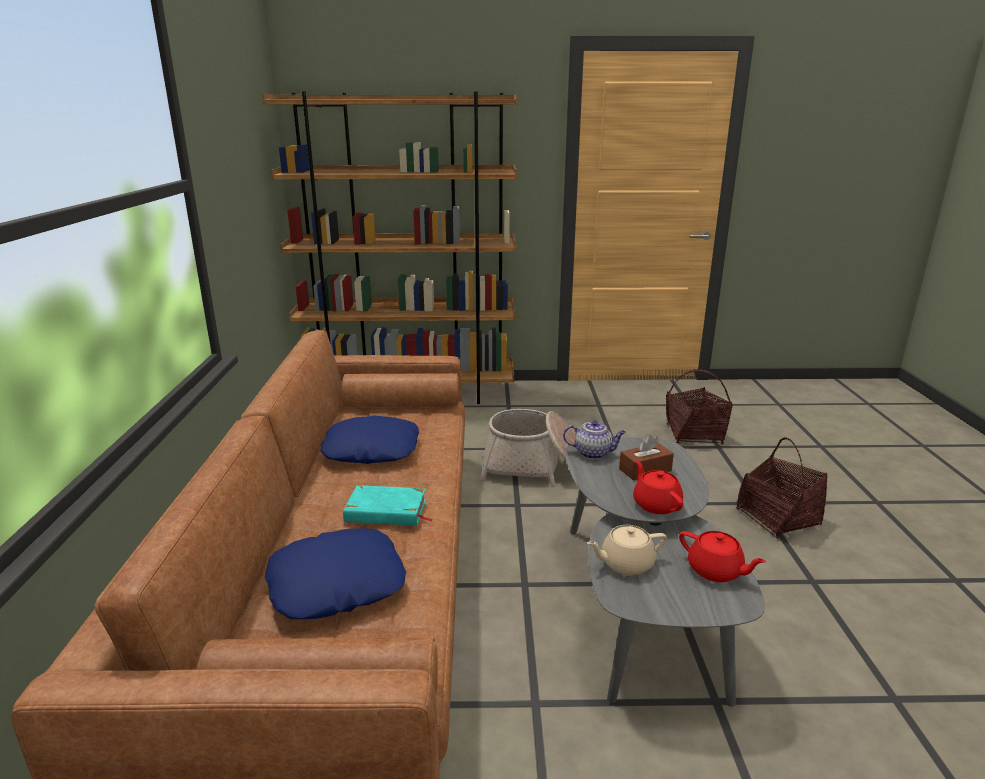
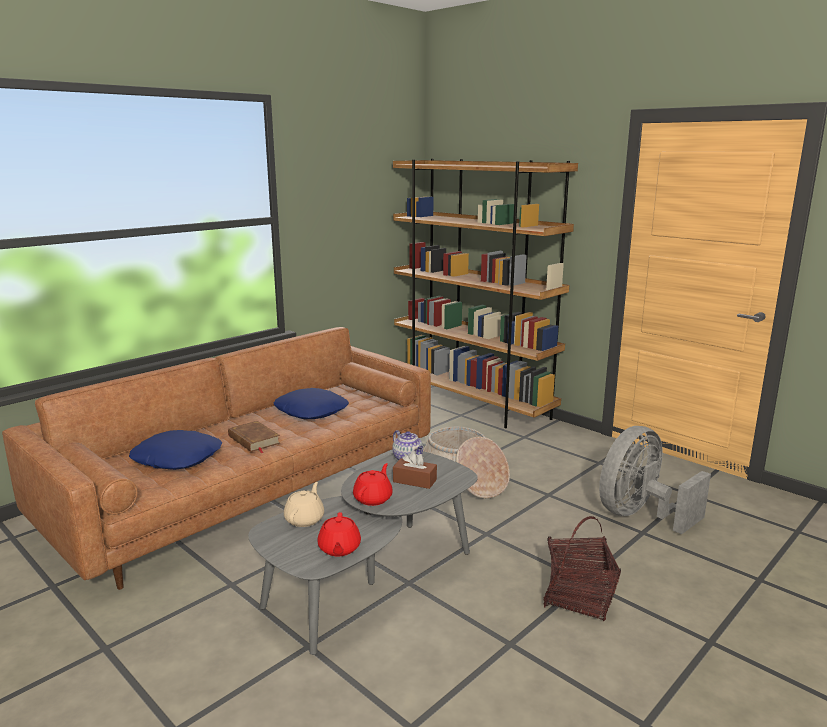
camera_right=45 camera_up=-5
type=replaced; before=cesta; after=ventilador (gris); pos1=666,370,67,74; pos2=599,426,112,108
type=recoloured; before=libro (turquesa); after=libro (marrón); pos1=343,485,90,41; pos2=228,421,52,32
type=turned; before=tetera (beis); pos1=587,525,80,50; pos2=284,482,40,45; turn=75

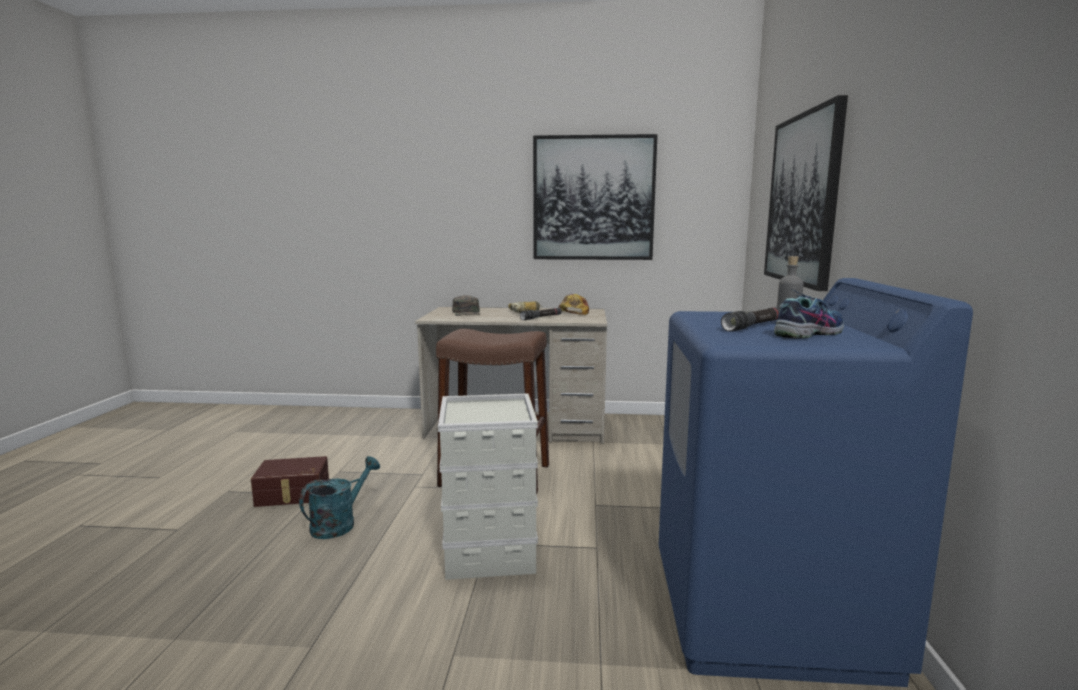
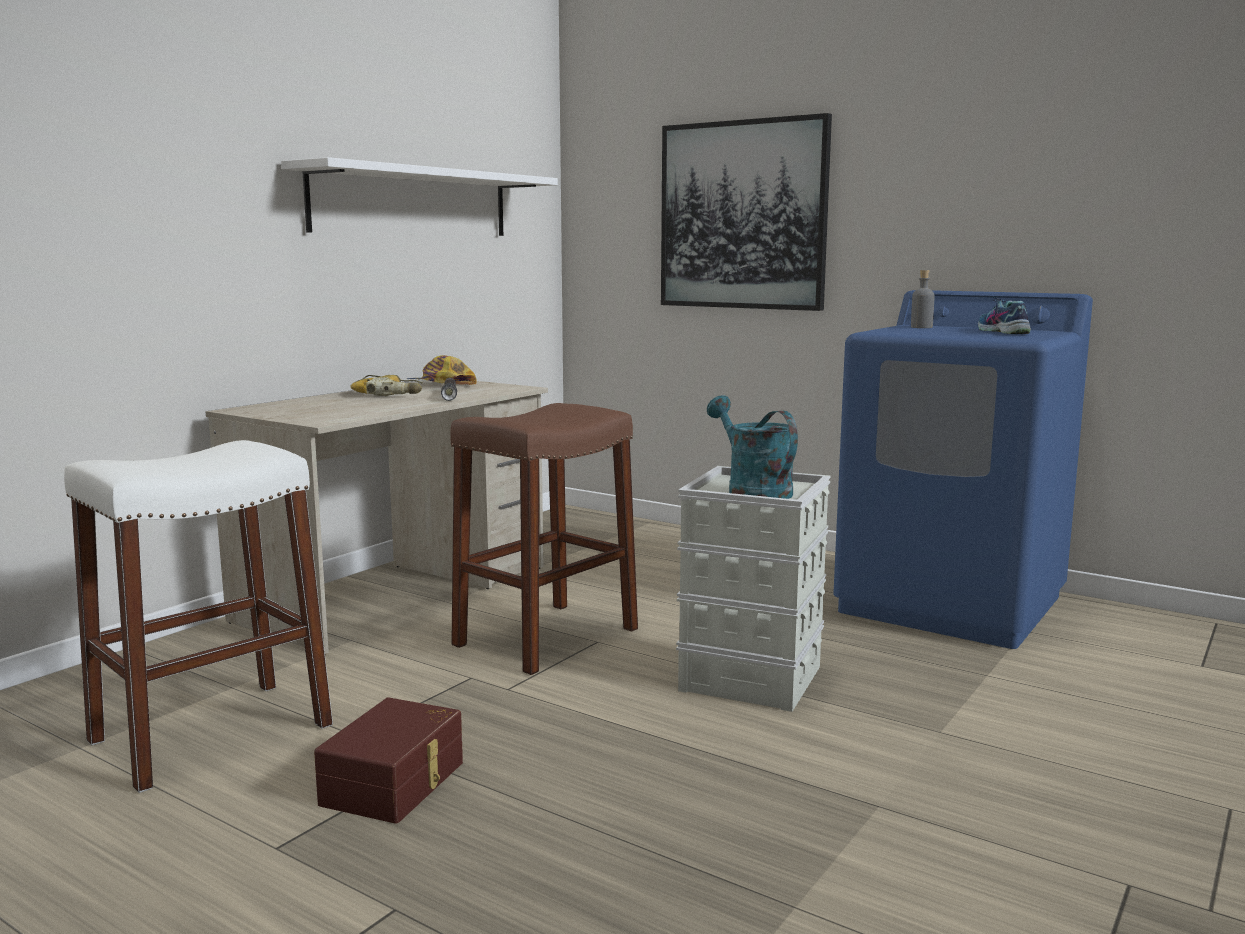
camera_right=-60 camera_up=0
type=replaced; before=cuadro; after=estante (blanco); pos1=533,134,125,126; pos2=281,157,277,79
type=removed; before=gorra (verde); pos1=452,295,28,21
type=removed; before=linterna (negro); pos1=721,307,59,25
type=moved; before=regadera (turquesa); pos1=299,456,81,83; pos2=707,395,91,104
type=added; after=taburete (blanco); pos2=64,440,269,353

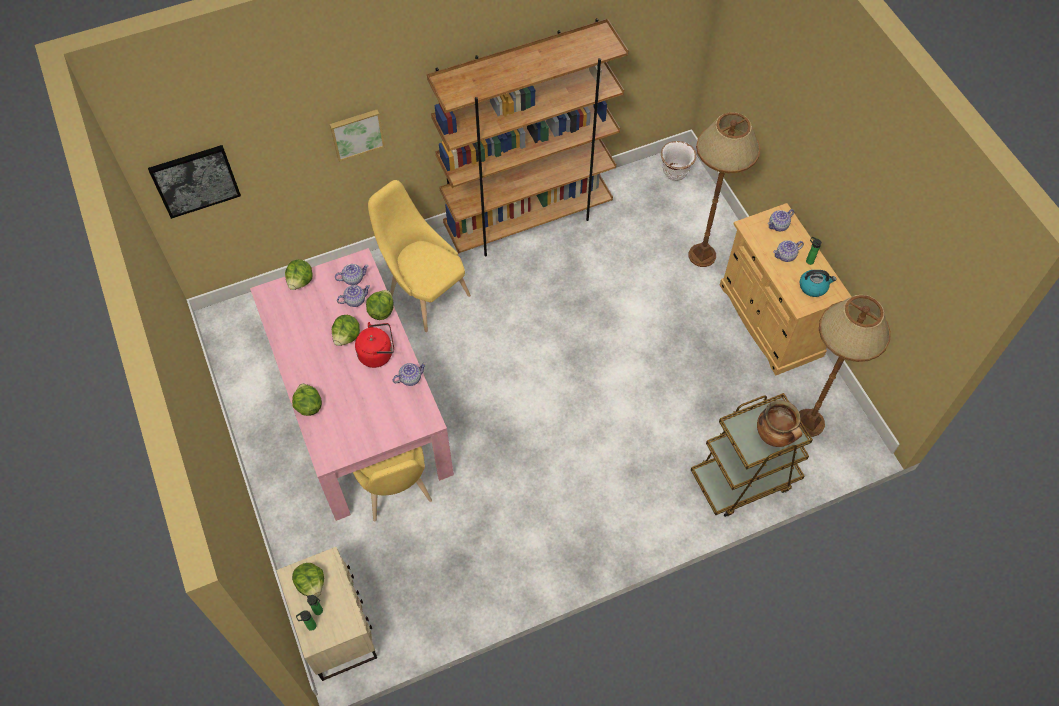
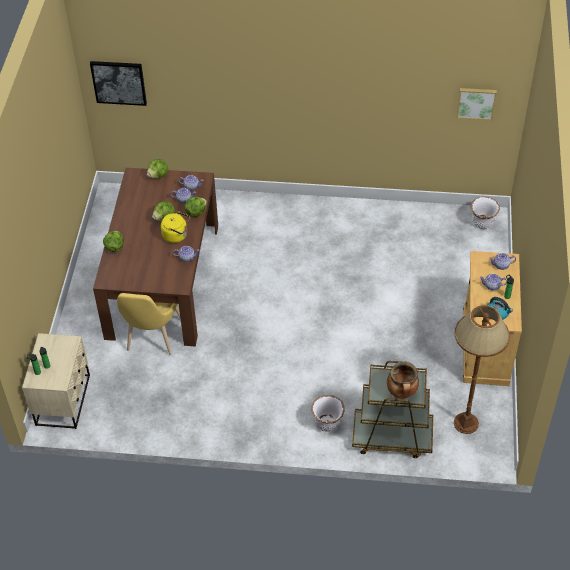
camera_right=30 camera_up=-10
type=removed; before=estantería (marrón); pos1=427,18,201,239
type=moved; before=cuadro; pos1=330,110,55,51; pos2=457,88,40,32
type=removed; before=lámpara de pie (marrón); pos1=688,112,72,155
type=removed; before=silla (amarillo); pos1=368,180,103,152
type=recoloured; before=mesa de comedor (rosa); after=mesa de comedor (marrón); pos1=250,248,204,273; pos2=93,168,125,179
type=recoloured; before=hervidor (rojo); after=hervidor (amarillo); pos1=355,322,39,46; pos2=161,212,29,31
type=removed; before=lechuga; pos1=292,563,32,35
type=added; after=maceta (blanco); pos2=311,395,34,37

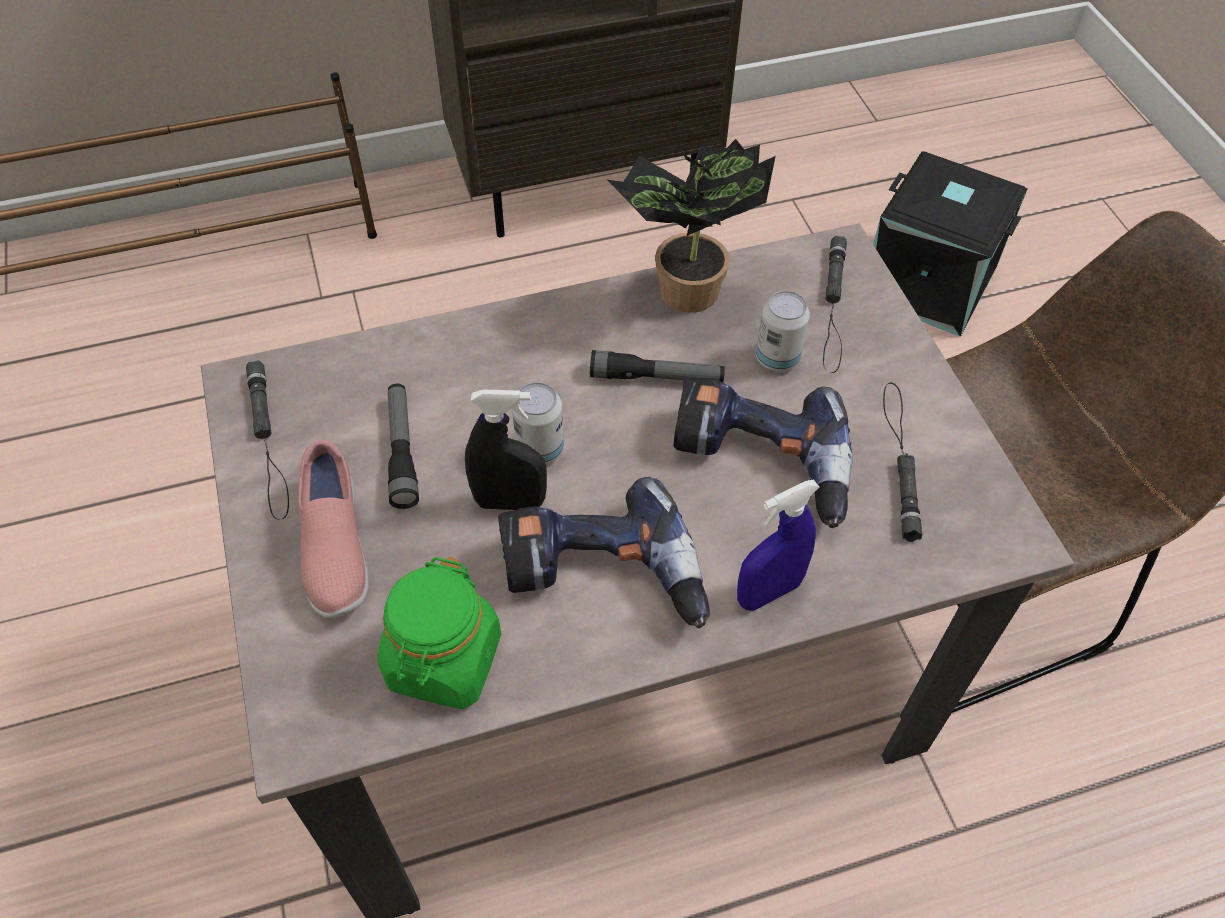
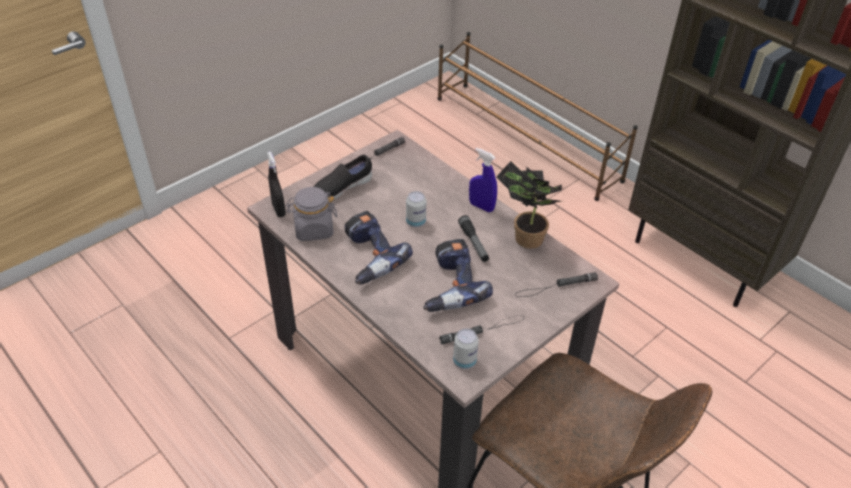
camera_right=65 camera_up=-10
type=removed; before=caja de almacenaje (negro); pos1=873,152,155,185
type=moved; before=lata; pos1=756,291,54,81; pos2=453,328,26,41
type=removed; before=linterna; pos1=388,384,31,125
type=moved; before=pulverizador (negro); pos1=465,389,82,121; pos2=267,152,19,65
type=recoloured; before=zapato (rosa); after=zapato (negro); pos1=298,440,71,178; pos2=314,155,58,44
type=moved; before=pulverizador (azul); pos1=737,479,83,132; pos2=469,148,28,64
type=recoloured; before=tarro (verde); after=tarro (gris); pos1=378,557,123,152; pos2=286,187,51,54

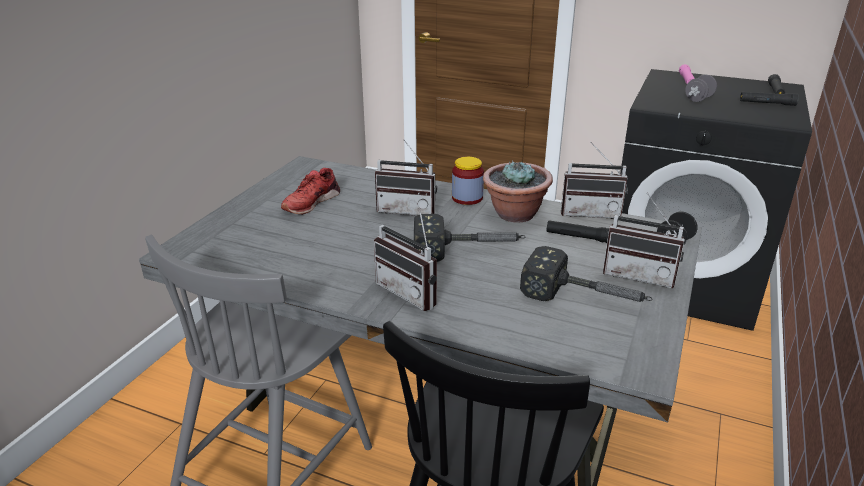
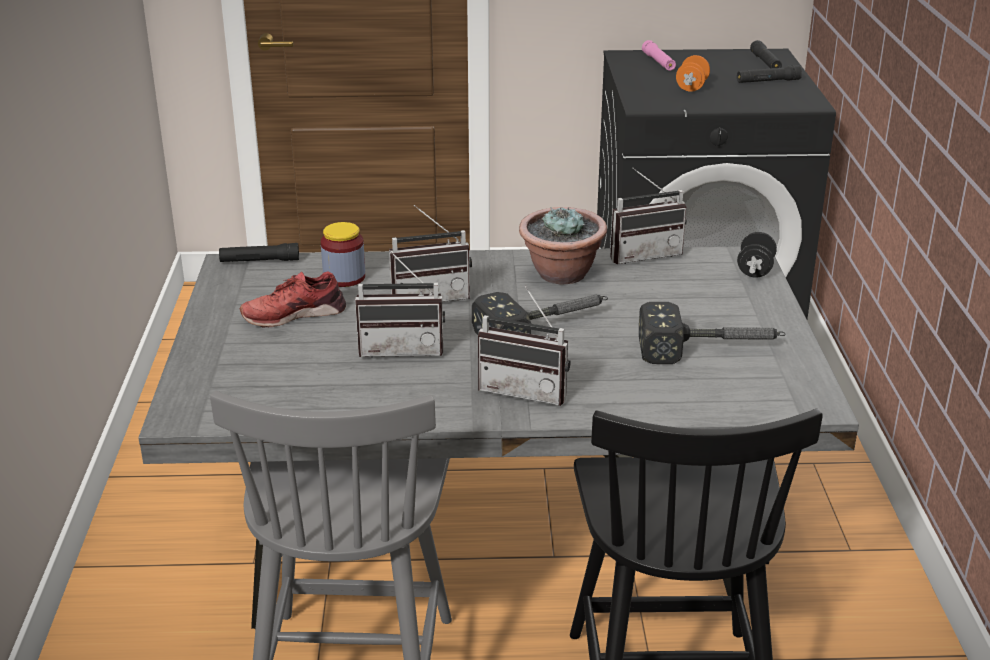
camera_right=-25 camera_up=0
type=recoloured; before=mancuerna (gris); after=mancuerna (naranja); pos1=685,75,32,27; pos2=676,55,34,37
type=moved; before=tarro; pos1=452,157,32,48; pos2=321,222,44,65
type=turned; before=zapato (rojo); pos1=281,168,59,47; pos2=240,272,106,56; turn=60
type=moved; before=radio; pos1=603,193,82,95; pos2=355,250,90,107
type=moved; before=linterna (negro); pos1=546,220,63,23; pos2=219,243,80,19

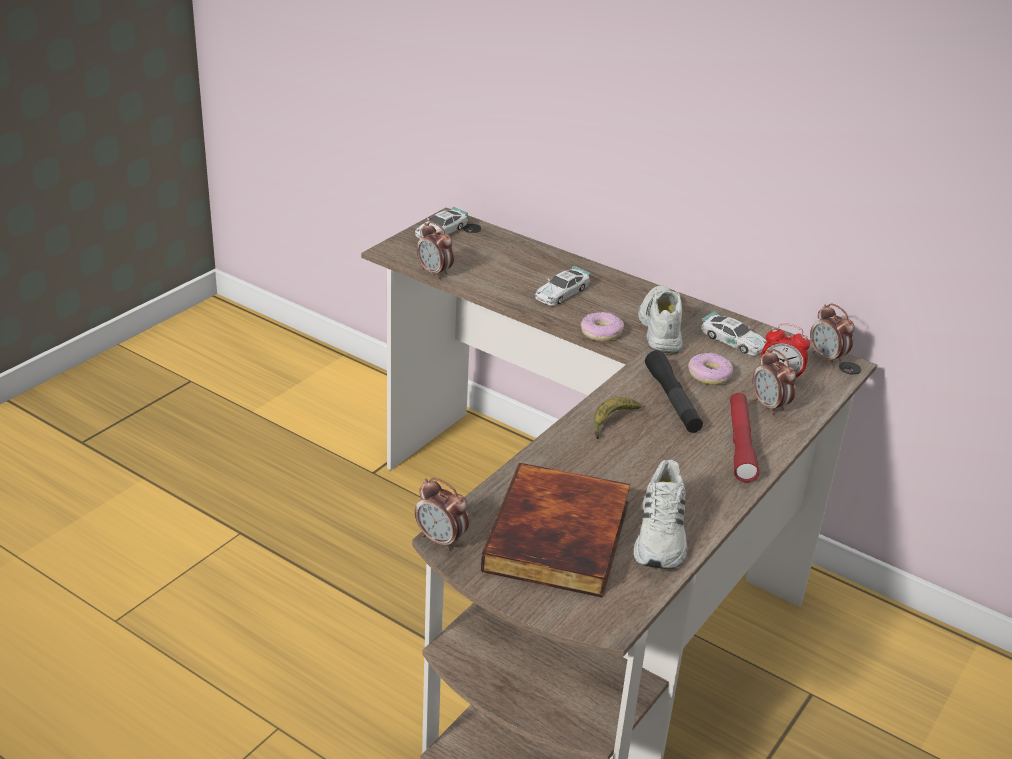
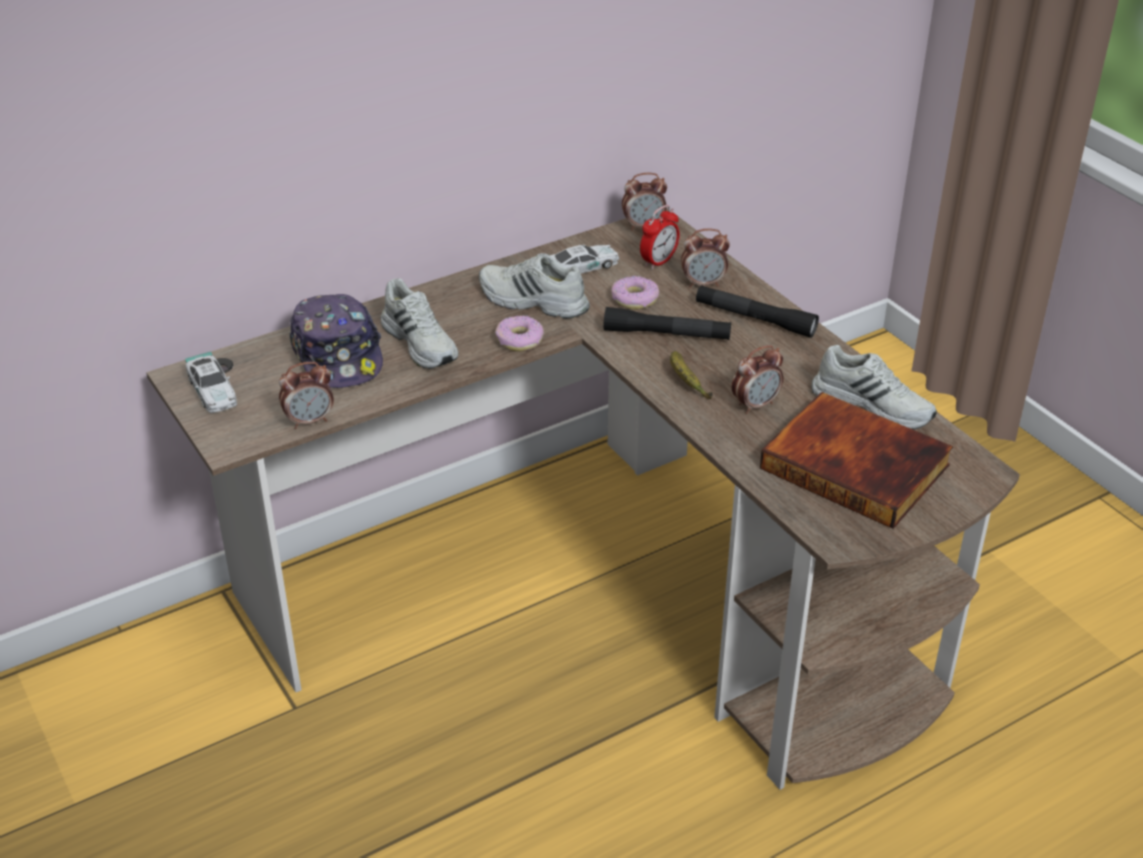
camera_right=-65 camera_up=5
type=replaced; before=coche de juguete; after=zapato (blanco); pos1=535,266,56,40; pos2=381,278,77,91
type=recoloured; before=linterna (rojo); after=linterna (negro); pos1=730,393,29,89; pos2=696,285,123,53
type=moved; before=despertador; pos1=415,478,54,73; pos2=732,345,51,69
type=added; after=gorra; pos2=289,294,94,94

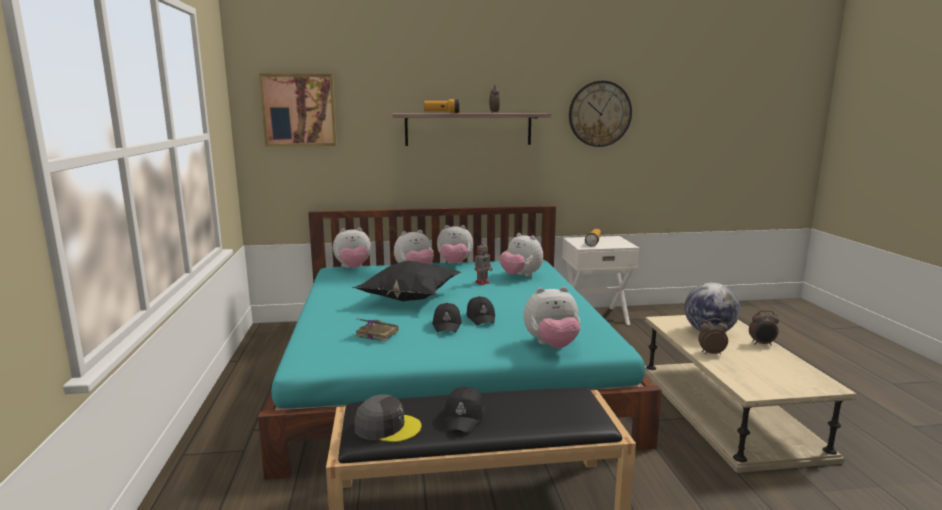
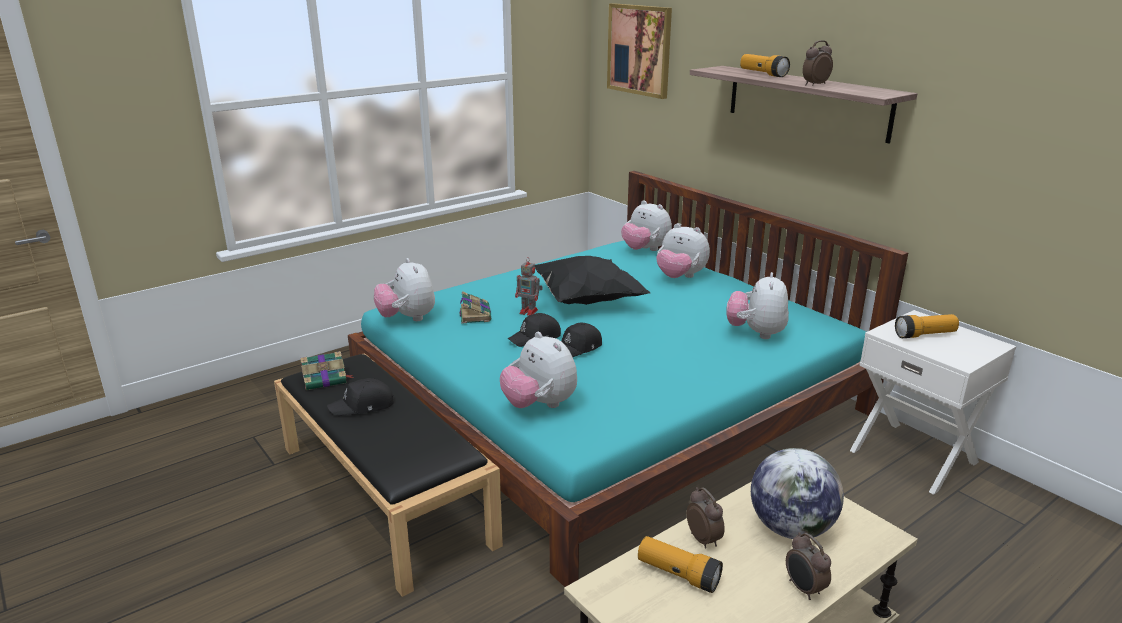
camera_right=60 camera_up=10
type=removed; before=reloj de pared; pos1=569,81,63,66
type=moved; before=peluche; pos1=437,225,36,39; pos2=374,258,61,63
type=moved; before=robot de juguete; pos1=475,241,17,44; pos2=515,257,28,59
type=replaced; before=gorra (gris); after=libro; pos1=355,394,67,48; pos2=300,351,54,39
type=added; after=linterna; pos2=638,536,85,57

